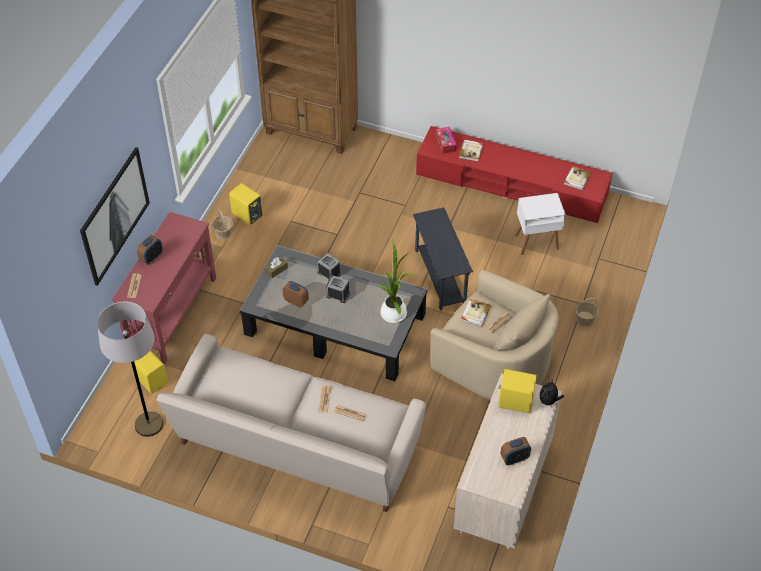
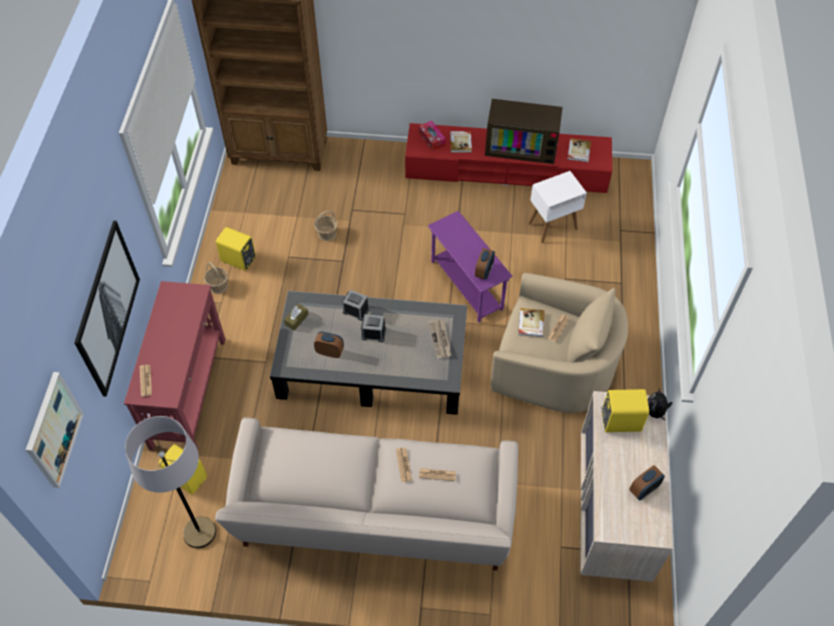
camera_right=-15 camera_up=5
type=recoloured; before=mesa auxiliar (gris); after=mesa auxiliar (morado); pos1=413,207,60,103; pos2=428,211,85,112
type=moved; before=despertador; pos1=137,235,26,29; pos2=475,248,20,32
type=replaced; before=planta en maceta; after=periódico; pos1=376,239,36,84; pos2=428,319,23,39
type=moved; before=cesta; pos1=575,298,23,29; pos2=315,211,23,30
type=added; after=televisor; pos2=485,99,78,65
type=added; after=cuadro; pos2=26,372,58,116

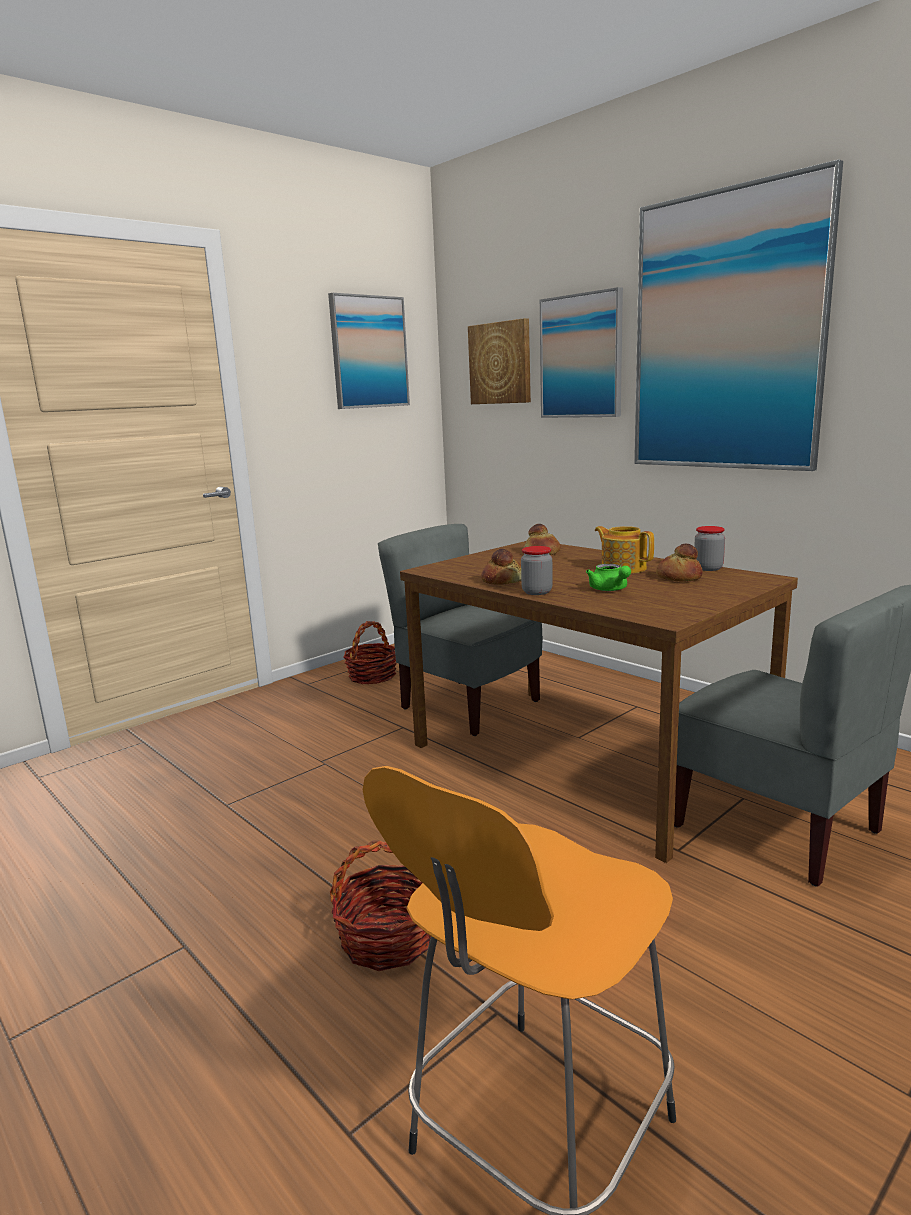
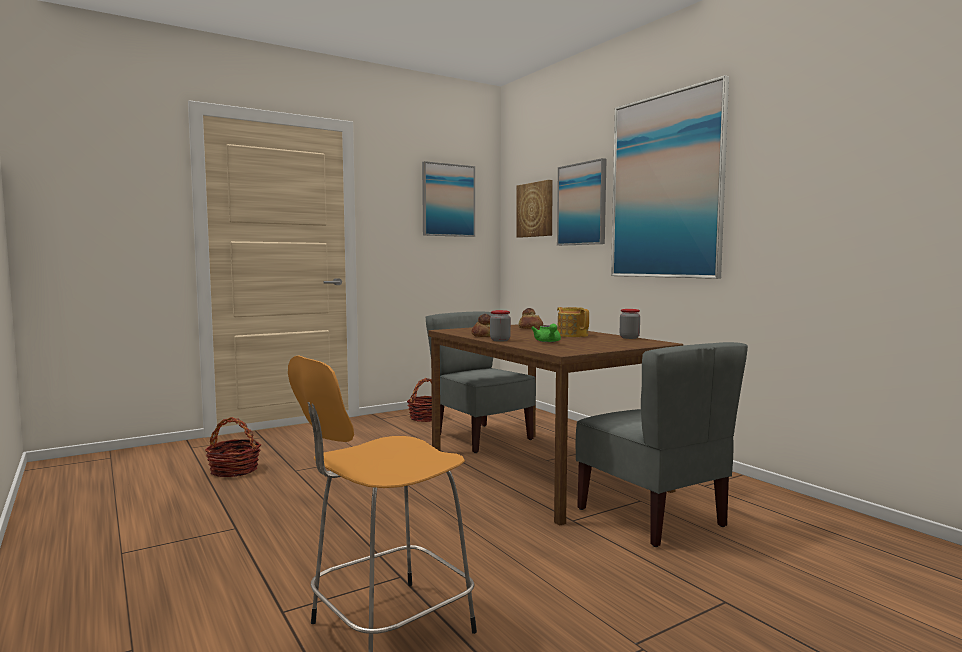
camera_right=10 camera_up=-10
type=removed; before=pan; pos1=656,544,47,38
type=moved; before=cesta; pos1=330,840,101,131; pos2=205,417,56,60

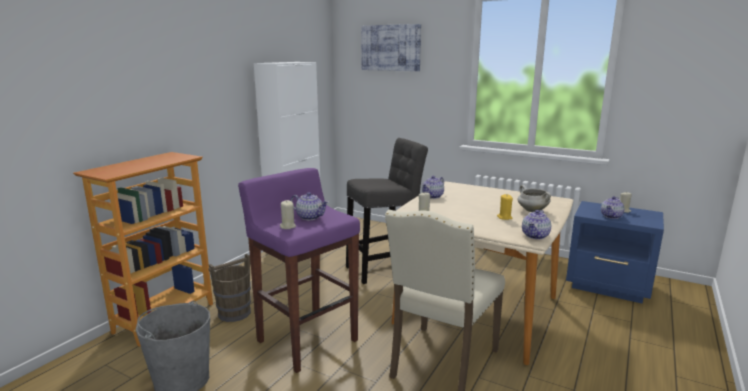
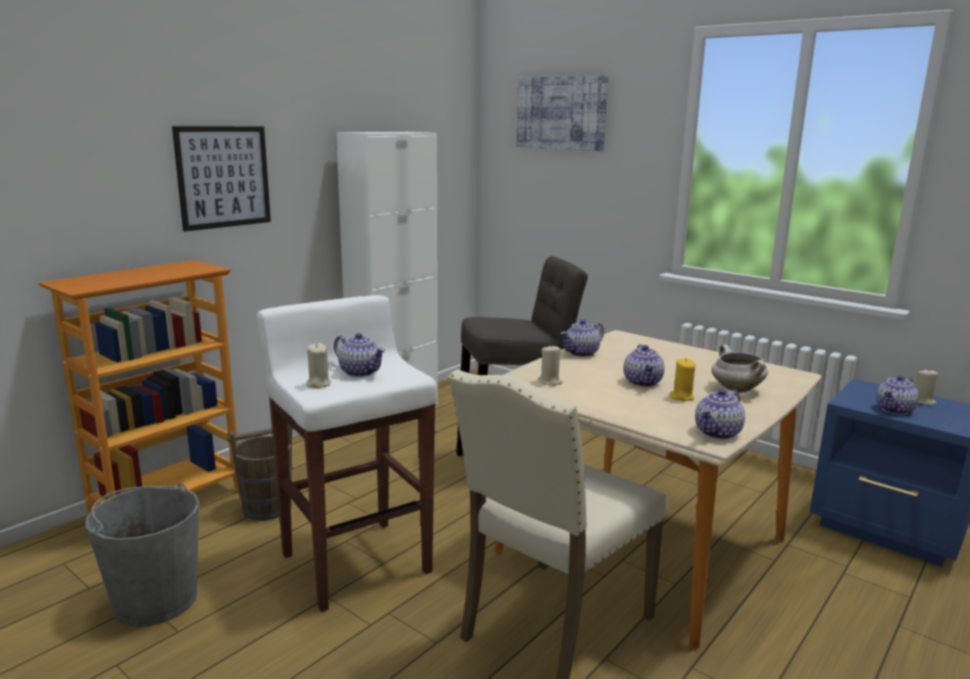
camera_right=10 camera_up=0
type=recoloured; before=taburete (morado); after=taburete (blanco); pos1=238,168,122,205; pos2=257,295,180,317
type=added; after=cuadro; pos2=172,126,99,106
type=added; after=tetera; pos2=623,344,42,43

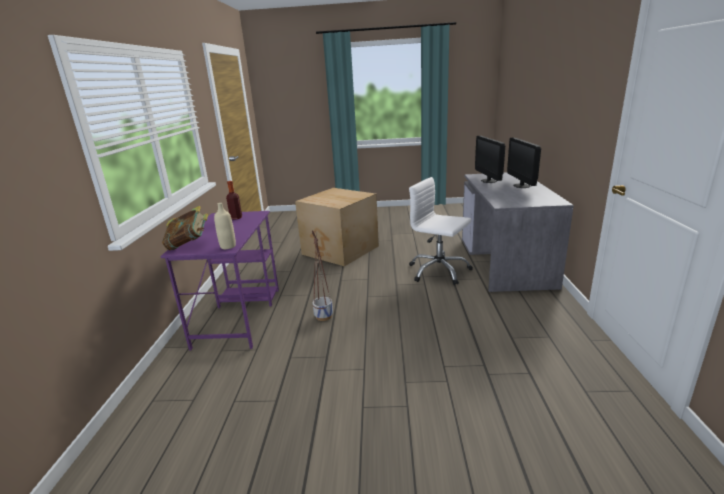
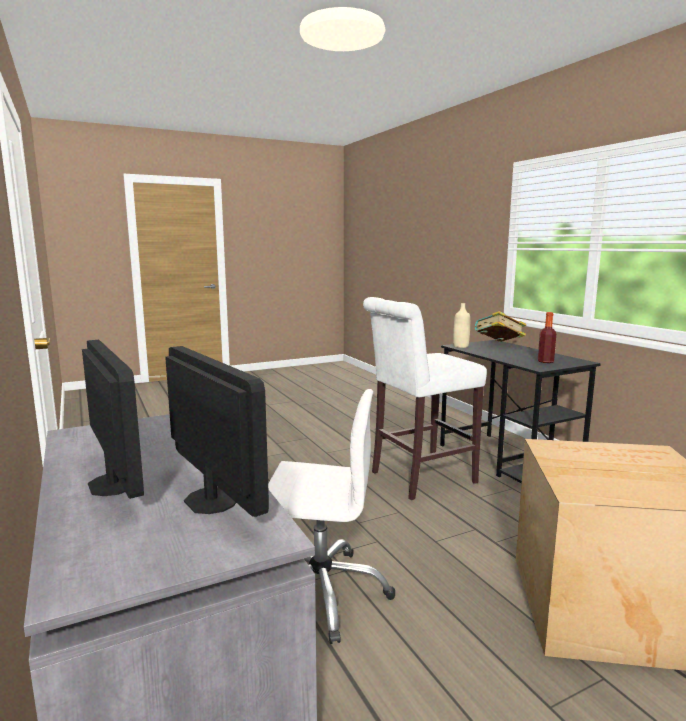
camera_right=150 camera_up=-10
type=recoloured; before=escritorio (morado); after=escritorio (negro); pos1=160,211,119,140; pos2=440,340,161,143
type=replaced; before=maceta; after=taburete (blanco); pos1=312,230,21,91; pos2=363,297,124,203

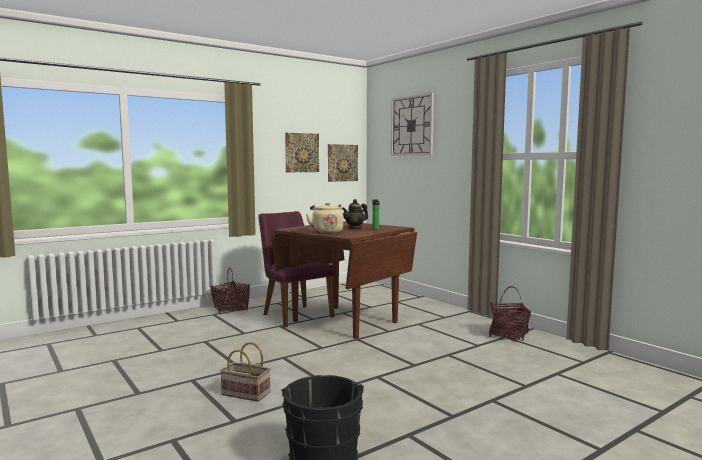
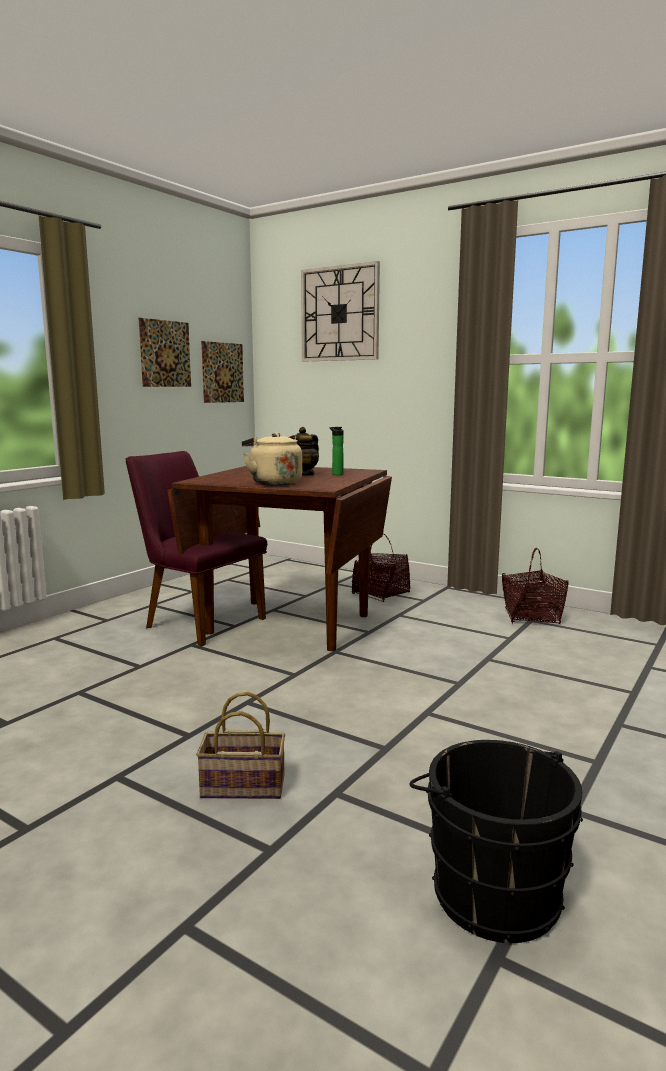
camera_right=-20 camera_up=5
type=moved; before=cesta; pos1=210,268,40,46; pos2=352,533,58,69

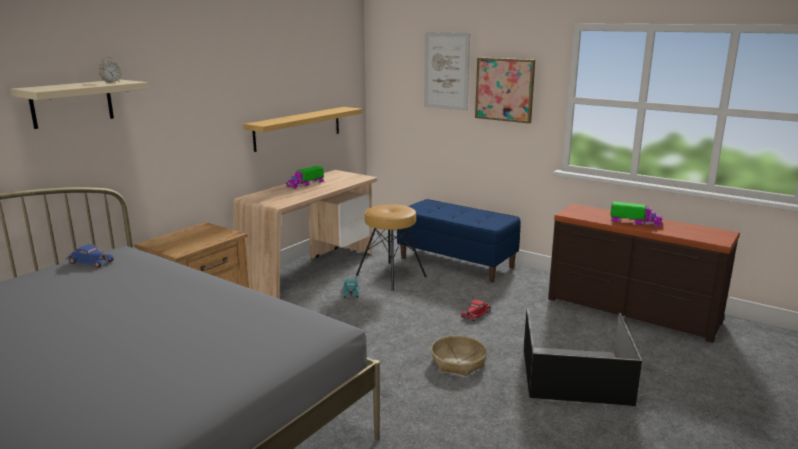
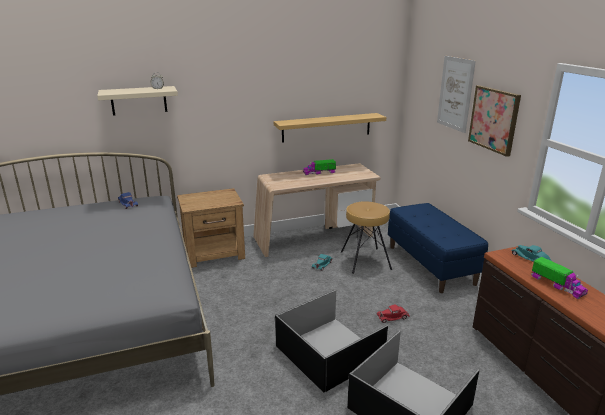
camera_right=35 camera_up=5
type=replaced; before=cesta; after=caja de almacenaje (negro); pos1=431,336,56,40; pos2=275,290,113,103
type=added; after=coche de juguete (turquesa); pos2=512,245,39,17

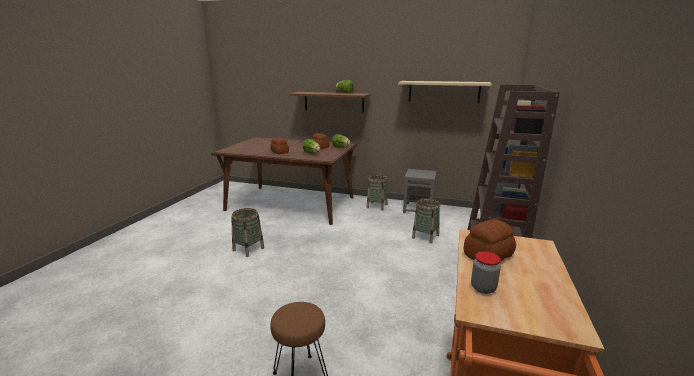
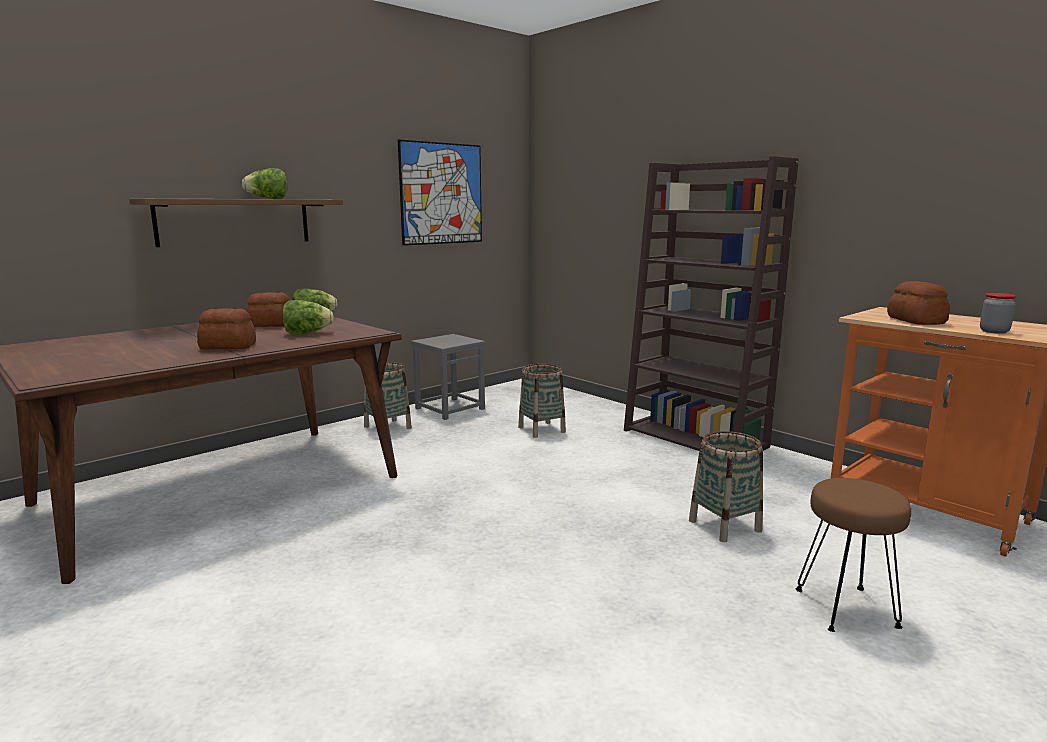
camera_right=-60 camera_up=-5
type=replaced; before=estante (beis); after=cuadro; pos1=398,81,94,22; pos2=398,140,84,106
type=moved; before=cesta; pos1=231,208,33,49; pos2=689,431,74,111

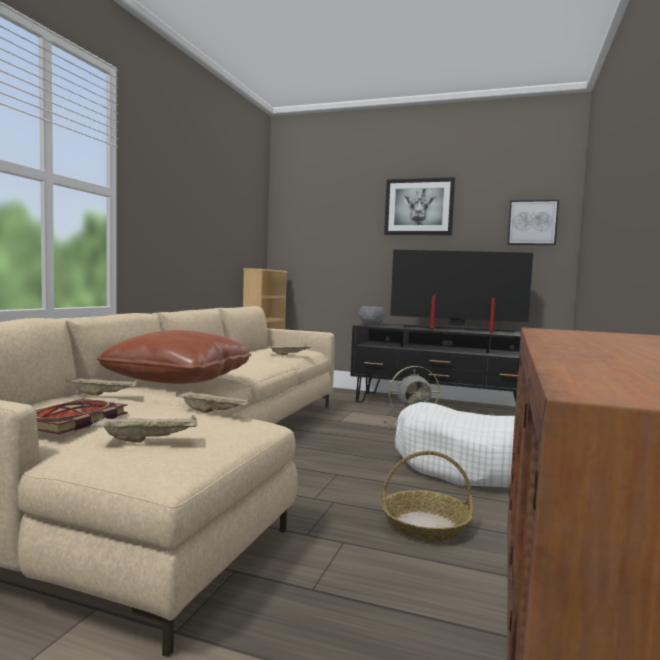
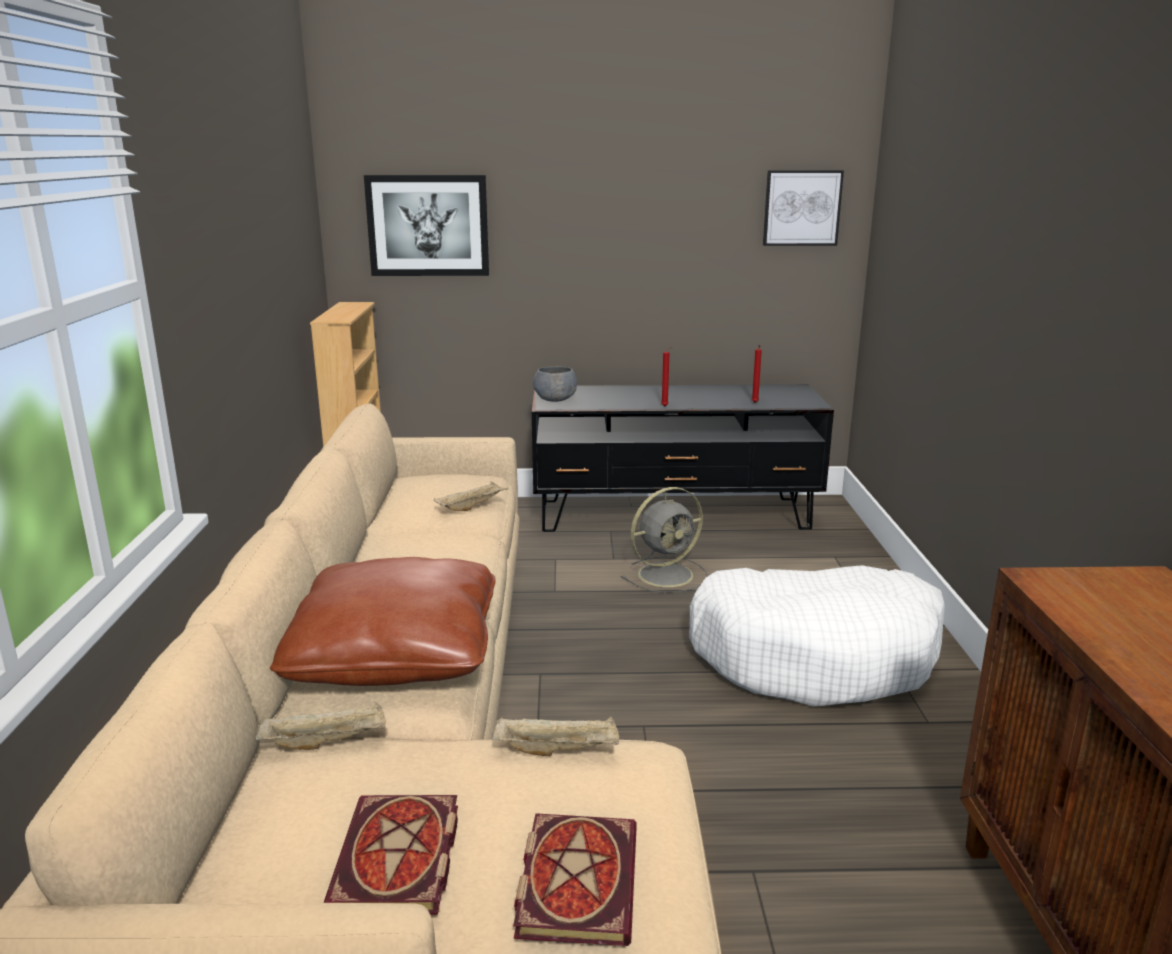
camera_right=-20 camera_up=15
type=moved; before=cuadro; pos1=384,177,71,58; pos2=364,175,125,101
type=removed; before=televisor; pos1=390,250,143,82
type=replaced; before=bandeja (beis); after=libro; pos1=93,415,105,28; pos2=513,813,124,133
type=removed; before=cesta; pos1=382,451,91,91

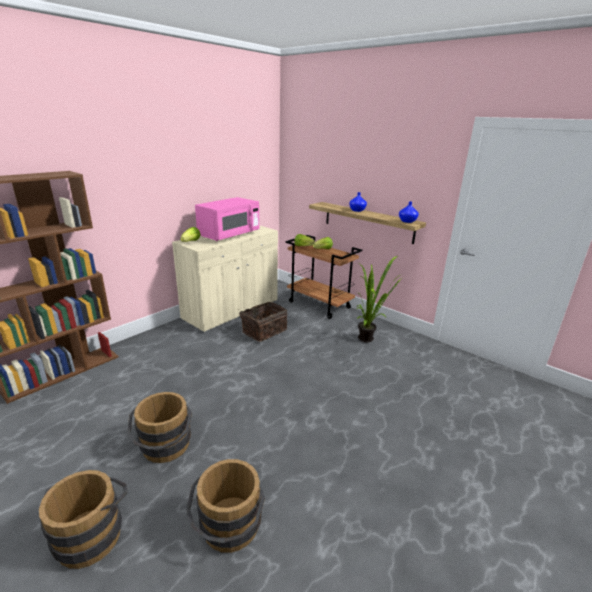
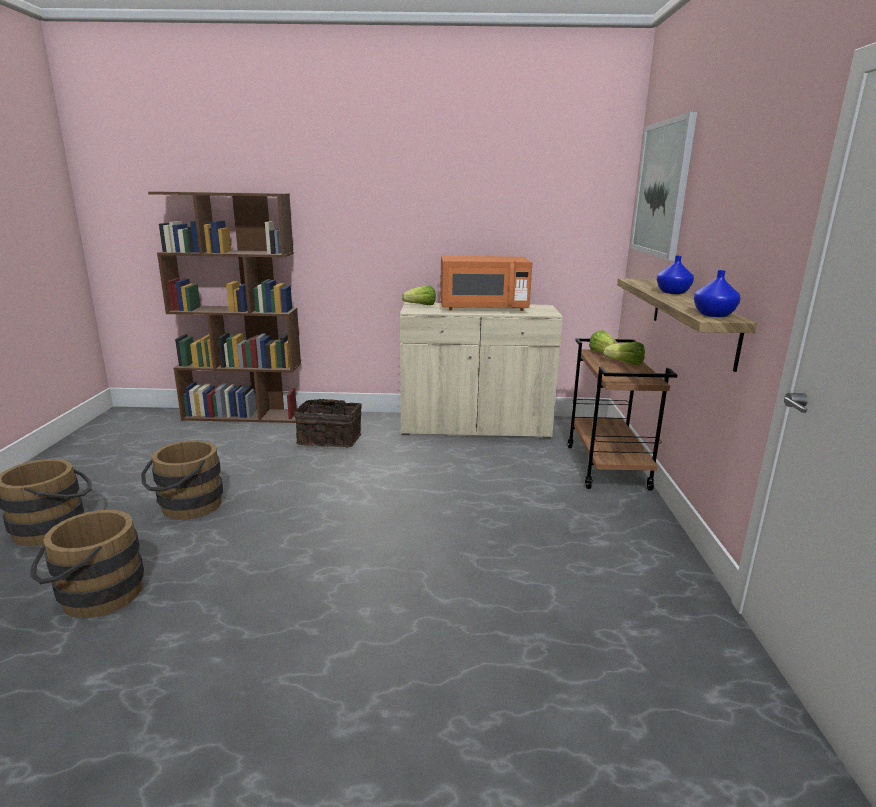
camera_right=50 camera_up=-5
type=recoloured; before=microondas (rosa); after=microondas (naranja); pos1=195,197,64,44; pos2=440,256,93,55
type=removed; before=planta en maceta; pos1=357,256,45,87
type=moved; before=cesta; pos1=239,302,48,39; pos2=294,398,68,49
type=added; after=cuadro; pos2=630,112,67,149

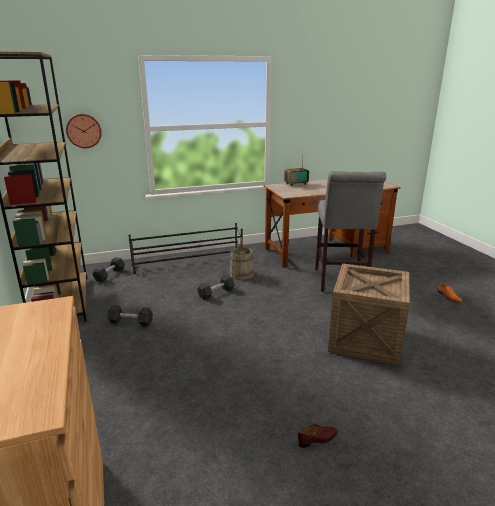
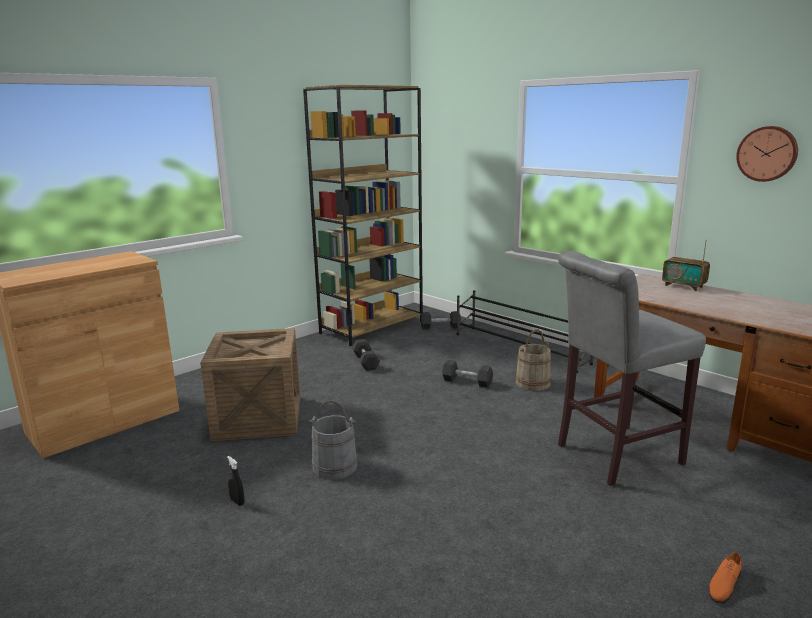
camera_right=65 camera_up=-5
type=moved; before=reloj de pared; pos1=66,114,36,34; pos2=736,126,62,56
type=moved; before=caja de embalaje; pos1=328,263,82,102; pos2=200,328,100,113
type=replaced; before=zapato (marrón); after=pulverizador (negro); pos1=298,424,40,24; pos2=227,456,17,50
type=added; after=cubo (gris); pos2=308,400,50,80

